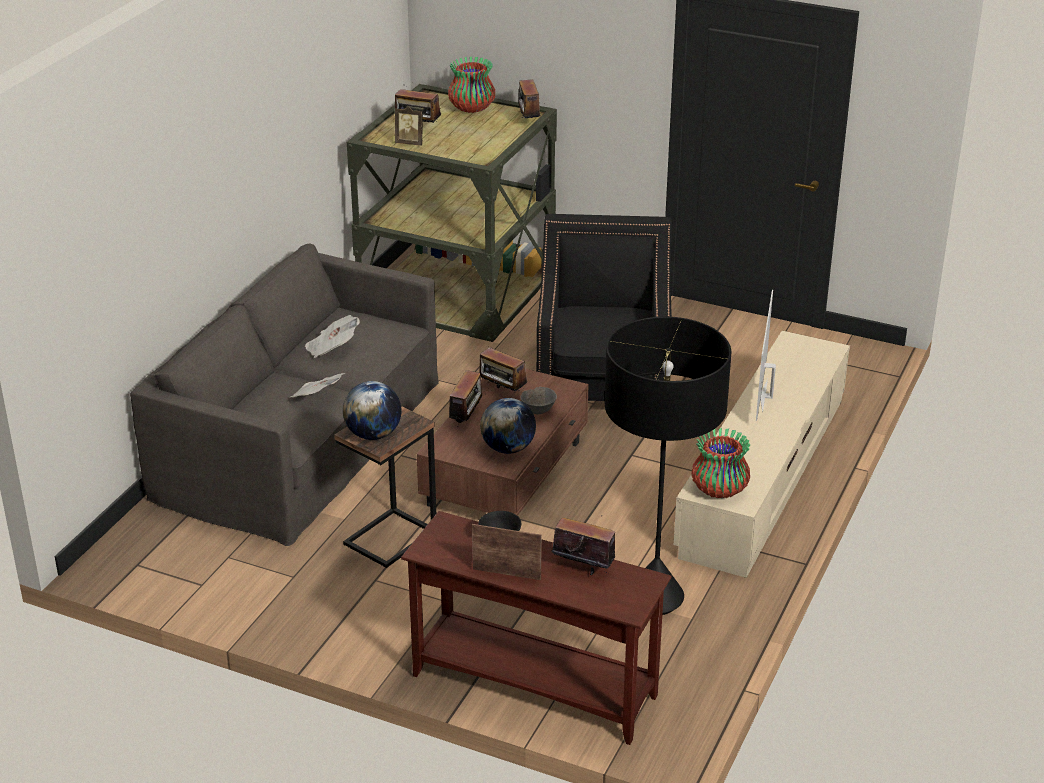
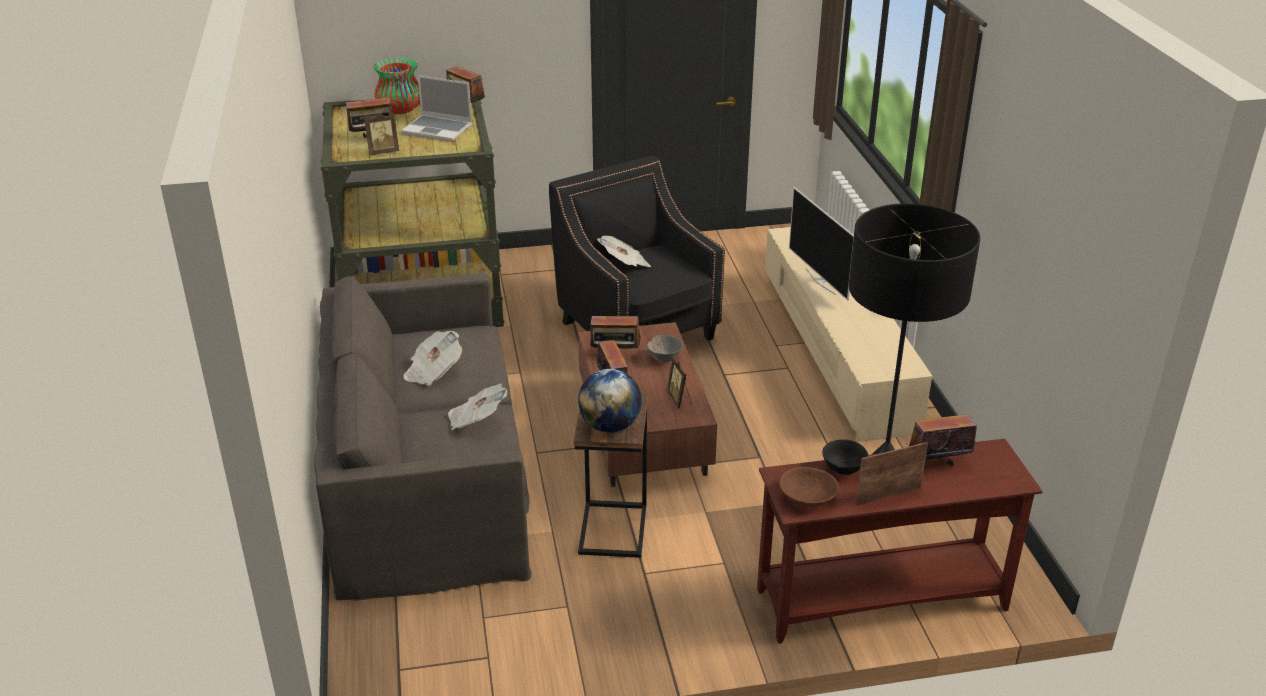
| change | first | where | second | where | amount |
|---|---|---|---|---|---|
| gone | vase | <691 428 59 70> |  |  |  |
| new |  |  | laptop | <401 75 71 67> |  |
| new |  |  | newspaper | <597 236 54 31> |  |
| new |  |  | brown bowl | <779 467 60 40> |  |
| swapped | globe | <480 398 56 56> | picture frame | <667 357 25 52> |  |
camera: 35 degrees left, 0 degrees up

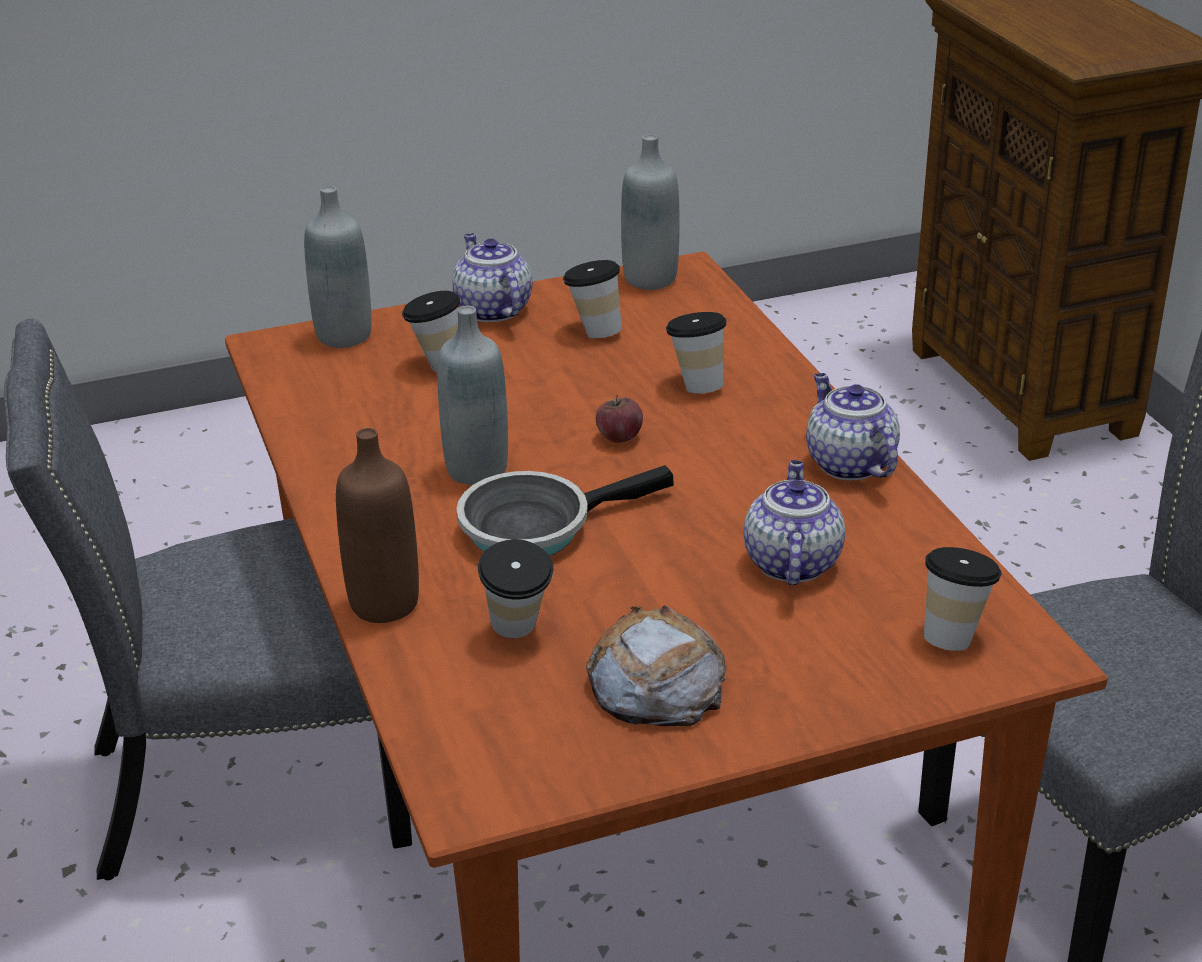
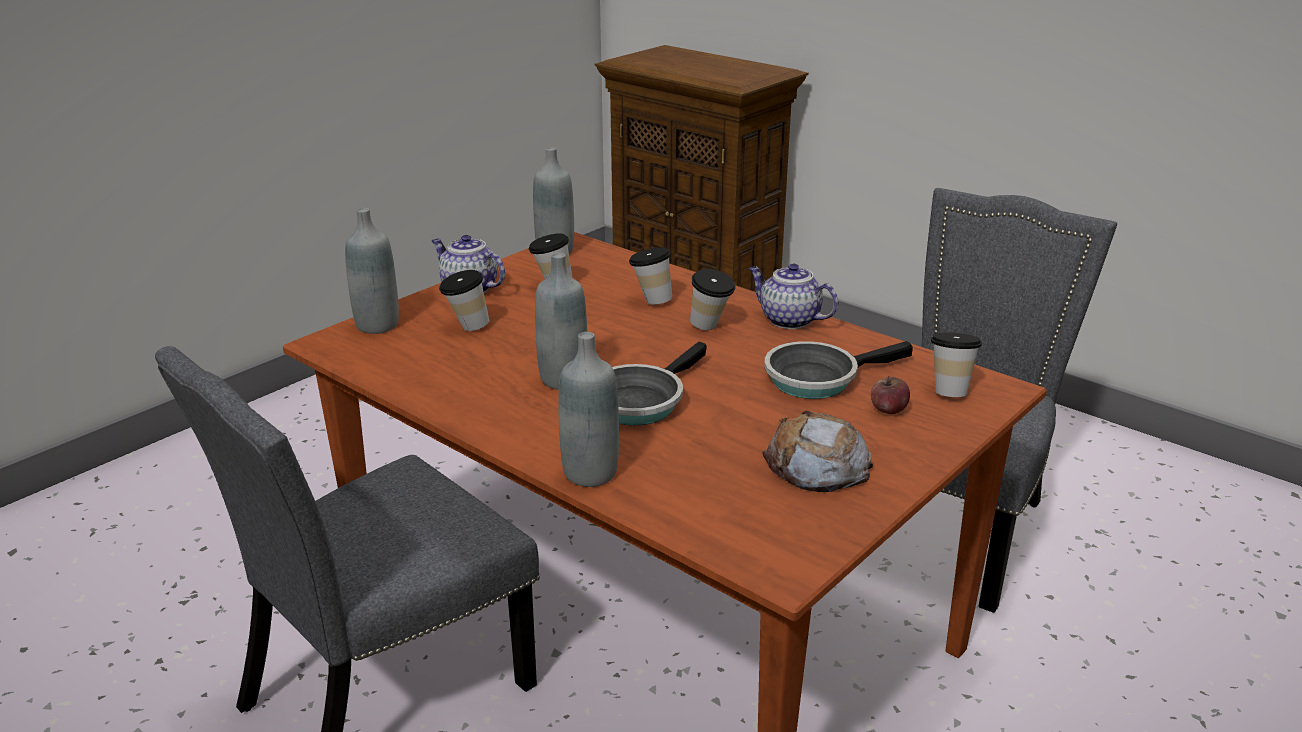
| change | first | where | second | where | amount |
|---|---|---|---|---|---|
| shifted | cup | <478 539 75 99> |  | <690 269 46 61> |  |
| shifted | apple | <596 395 47 48> |  | <871 376 39 38> |  |
| swapped | teapot | <743 460 102 125> | frying pan | <764 341 149 58> |  |
| repainted | brown bottle | <336 428 83 195> | grey bottle | <558 332 61 155> |  |
camera: 30 degrees left, 5 degrees down

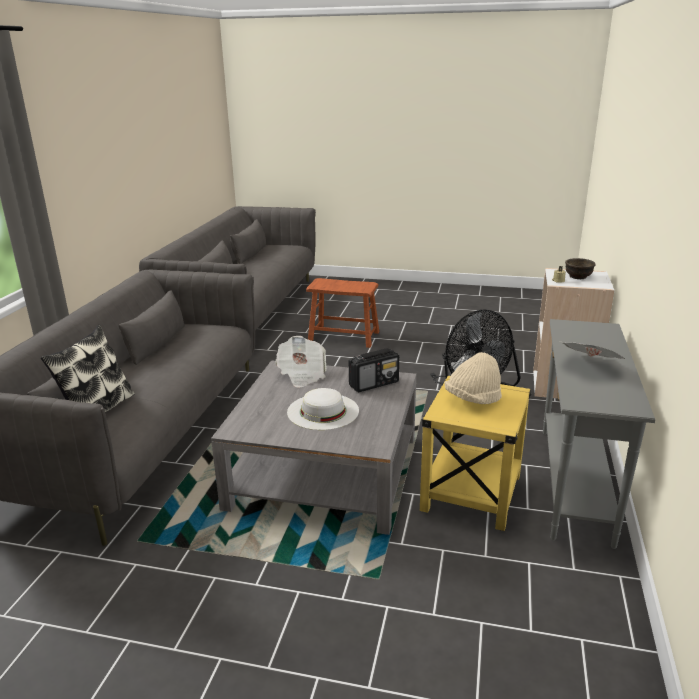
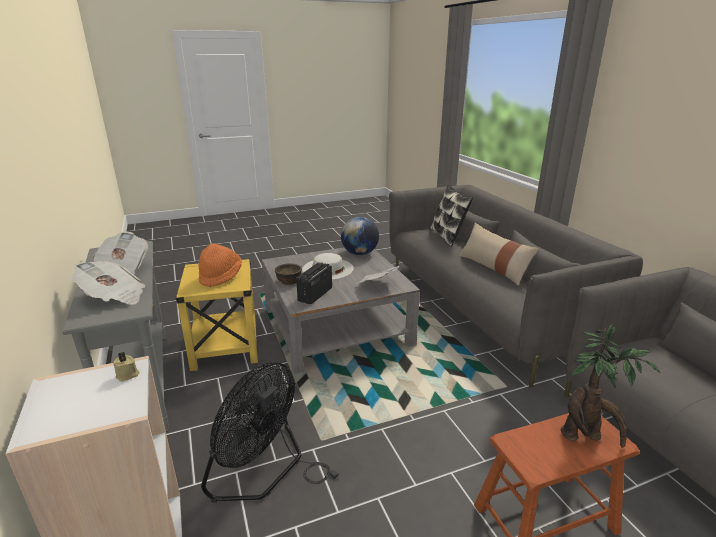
| change | first | where | second | where | amount |
|---|---|---|---|---|---|
| new |  |  | newspaper | <72 261 73 44> |  |
| new |  |  | globe | <341 217 38 38> |  |
| new |  |  | beige pillow | <459 223 80 63> |  |
| new |  |  | potted plant | <561 324 99 124> |  |
| shifted | brown bowl | <565 258 30 21> |  | <275 263 27 22> |  |
| repainted | beige hat | <444 352 58 52> | orange hat | <199 243 43 44> |  |
camera: 145 degrees right, 0 degrees up

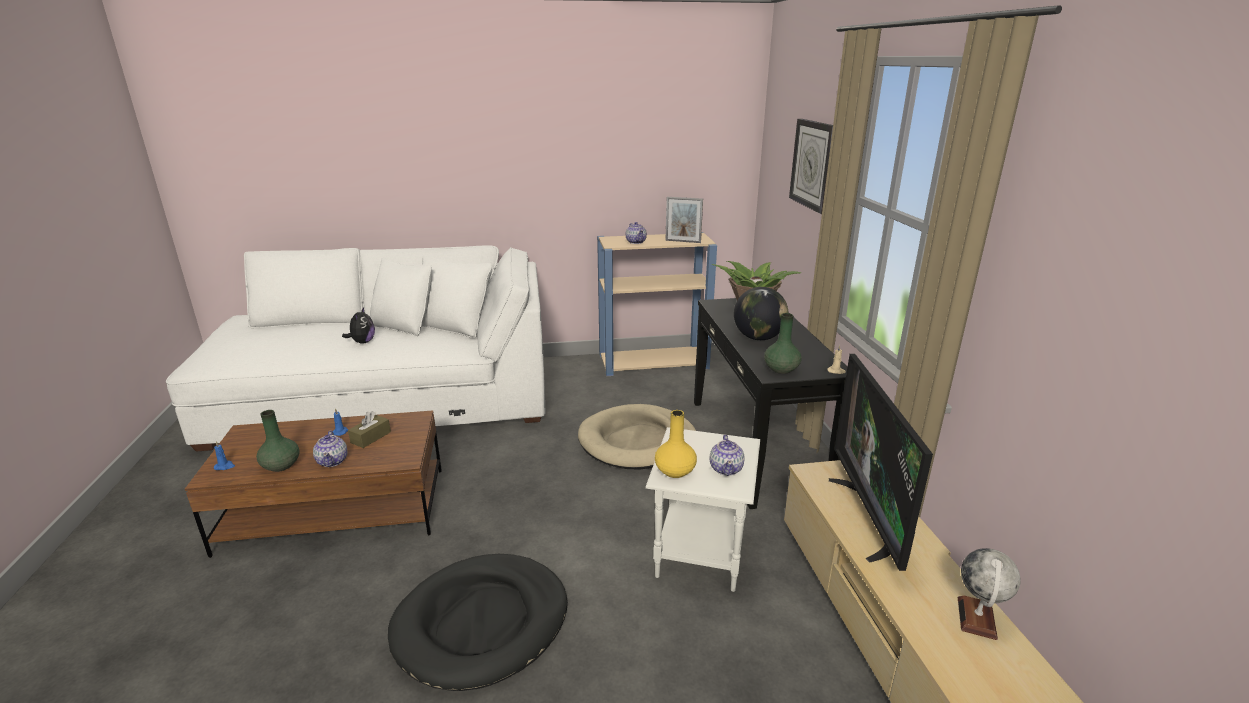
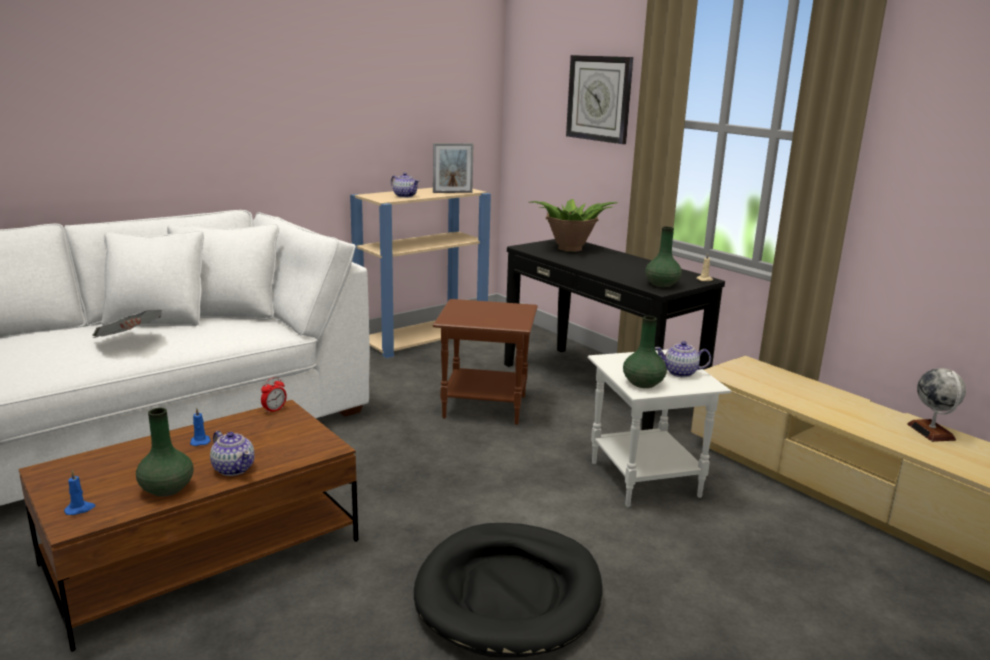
| change | first | where | second | where | amount |
|---|---|---|---|---|---|
| gone | brown tissue box | <348 411 43 37> |  |  |  |
| gone | globe | <734 287 54 53> |  |  |  |
| gone | television | <829 354 104 217> |  |  |  |
| new |  |  | alarm clock | <261 377 26 37> |  |
| swapped | plush toy | <342 307 33 37> | newspaper | <92 310 70 28> |  |
| swapped | beige dog bed | <578 404 118 65> | brown side table | <433 299 105 126> |  |
| repainted | yellow vase | <655 410 42 68> | green vase | <623 316 44 72> |  |
| rotated | teapot | <709 435 36 41> |  | <655 341 56 36> | 120 degrees clockwise |
camera: 30 degrees left, 5 degrees down

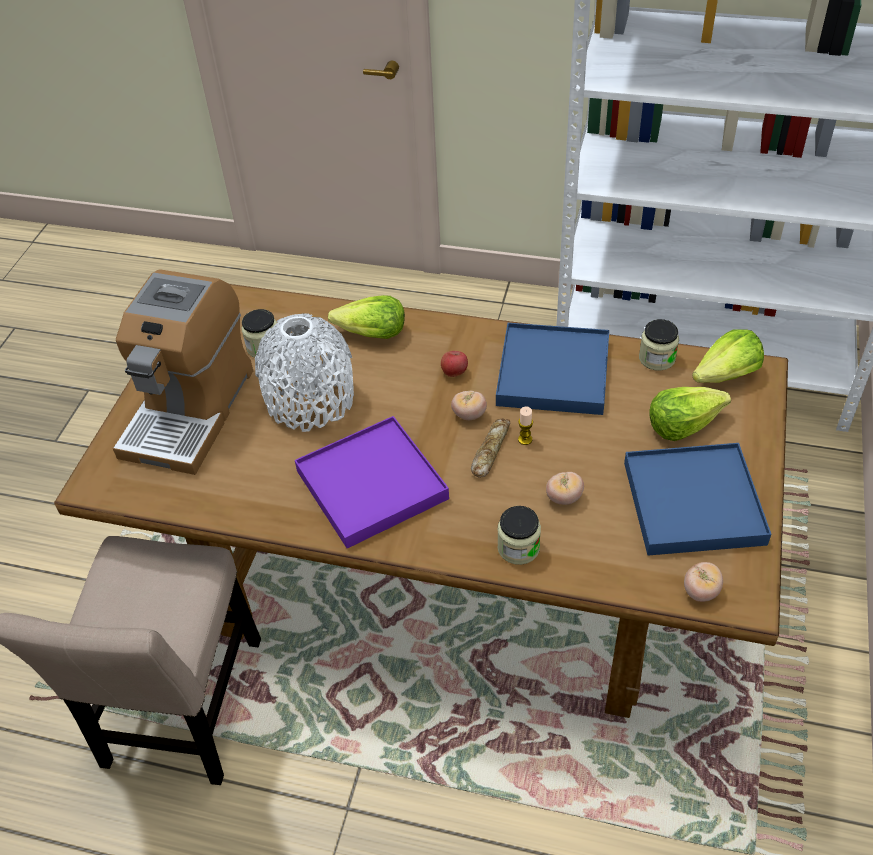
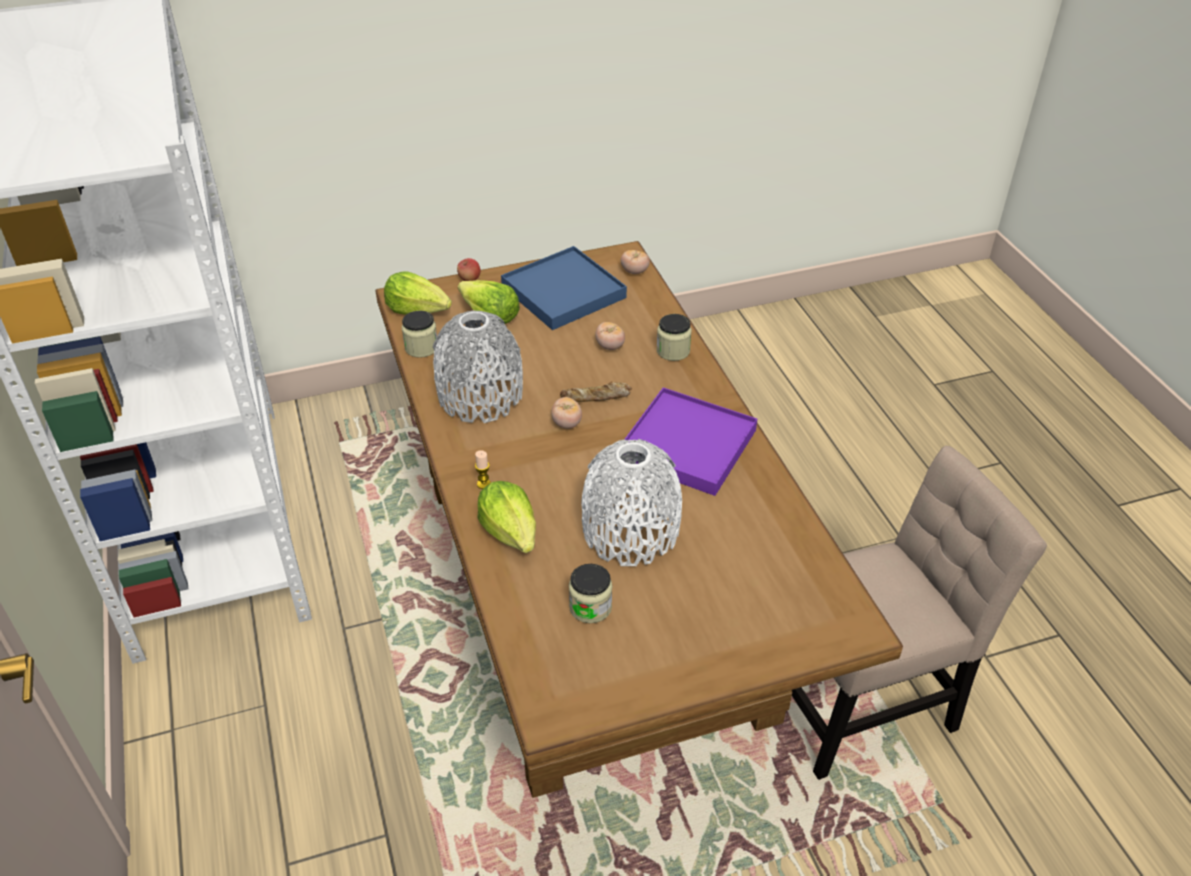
| change | first | where | second | where | amount |
|---|---|---|---|---|---|
| gone | coffee machine | <113 269 140 206> |  |  |  |
| shifted | apple | <441 351 27 26> |  | <457 258 24 23> |  |
| shifted | candle | <518 406 15 39> |  | <475 450 16 39> |  |
| swapped | blue tray | <496 323 113 92> | grey vase | <433 310 90 113> |  |
camera: 125 degrees left, 5 degrees down

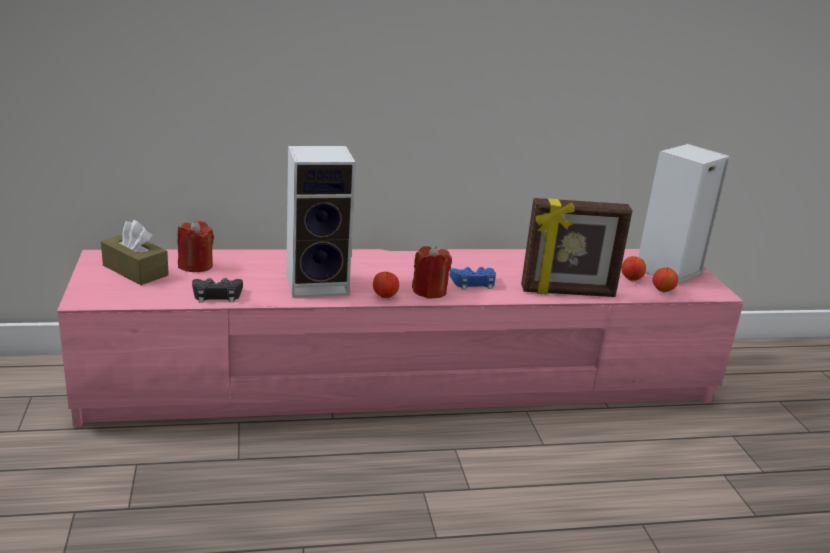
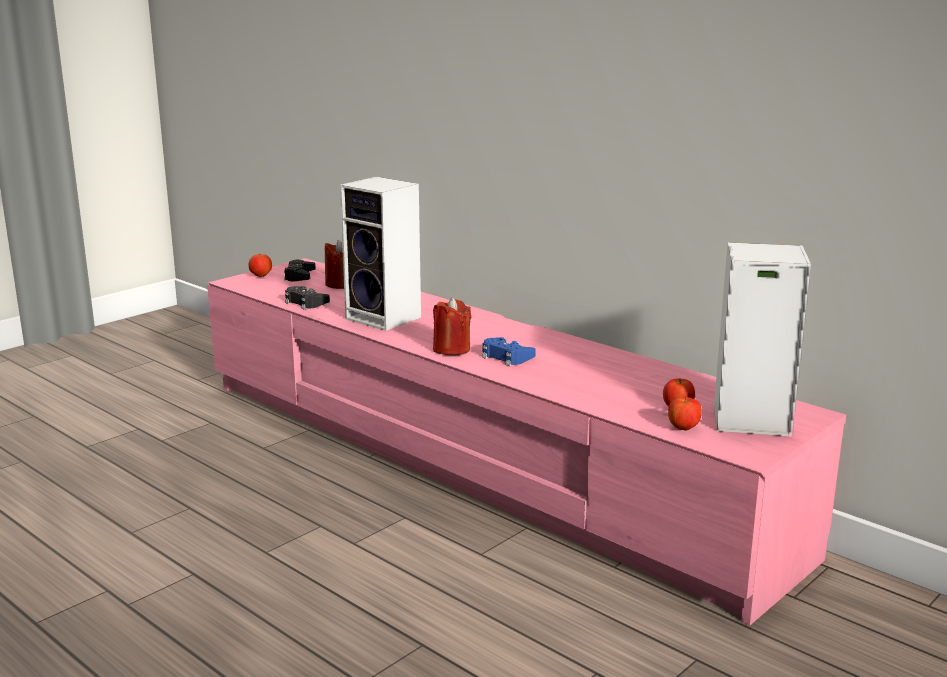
| change | first | where | second | where | amount |
|---|---|---|---|---|---|
| gone | picture frame | <521 198 111 99> |  |  |  |
| shifted | apple | <373 272 26 26> |  | <249 254 23 23> |  |
| swapped | brown tissue box | <101 220 68 65> | black game controller | <284 259 32 22> |  |
camera: 55 degrees right, 5 degrees down

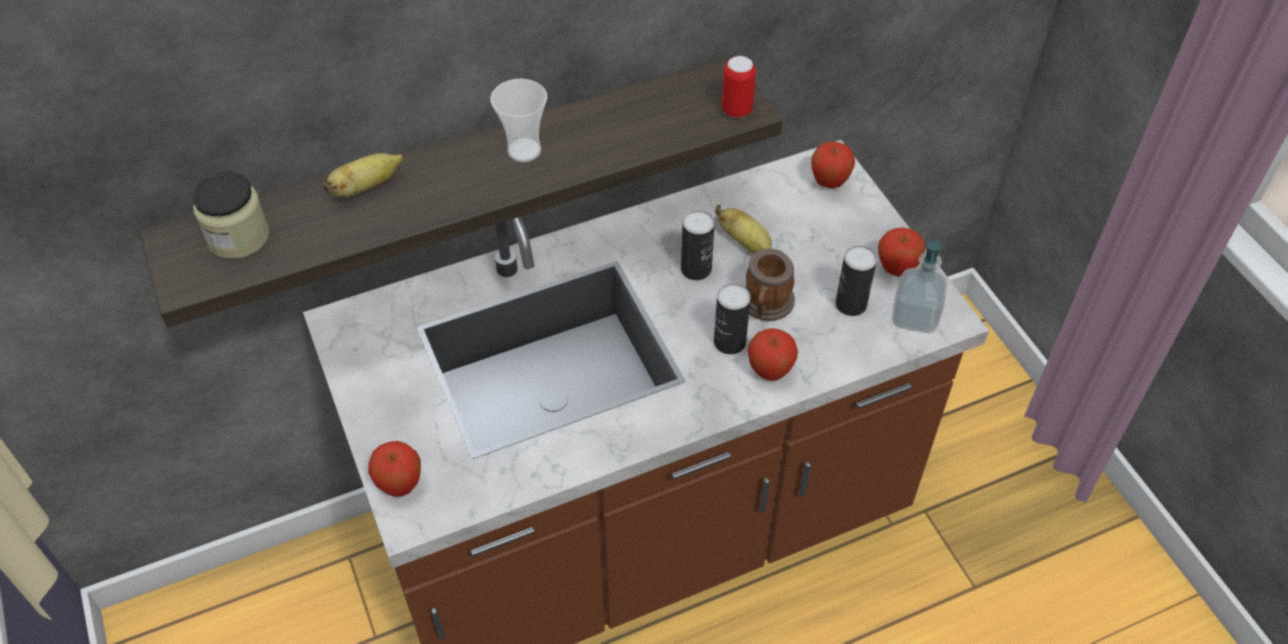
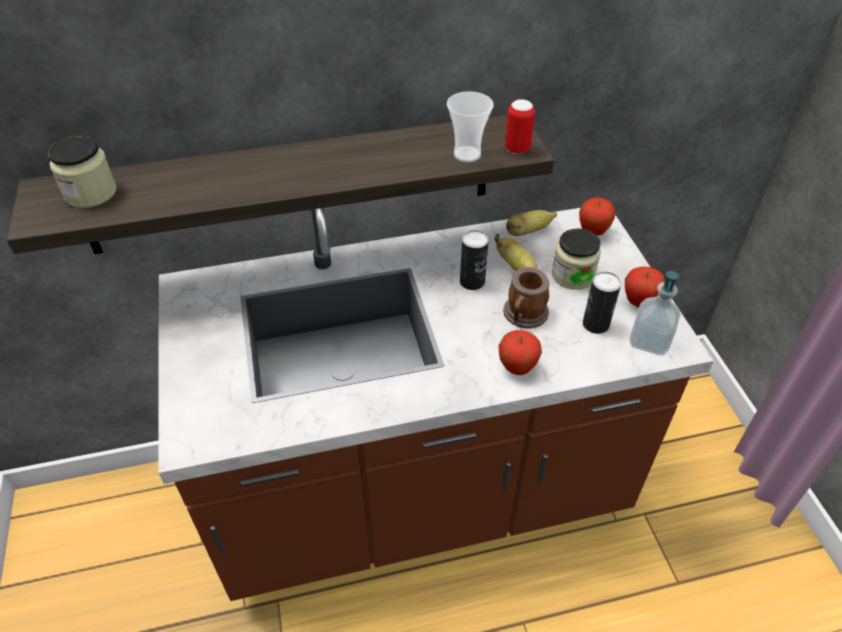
| change | first | where | second | where | amount |
|---|---|---|---|---|---|
| gone | apple | <368 441 53 56> |  |  |  |
| gone | can | <714 283 37 71> |  |  |  |
| new |  |  | jar | <552 228 49 62> |  |
| shifted | banana | <323 153 80 45> |  | <506 210 51 26> |  |
| shifted | cup | <491 79 56 83> |  | <447 91 47 71> |  |
camera: 10 degrees right, 5 degrees down

